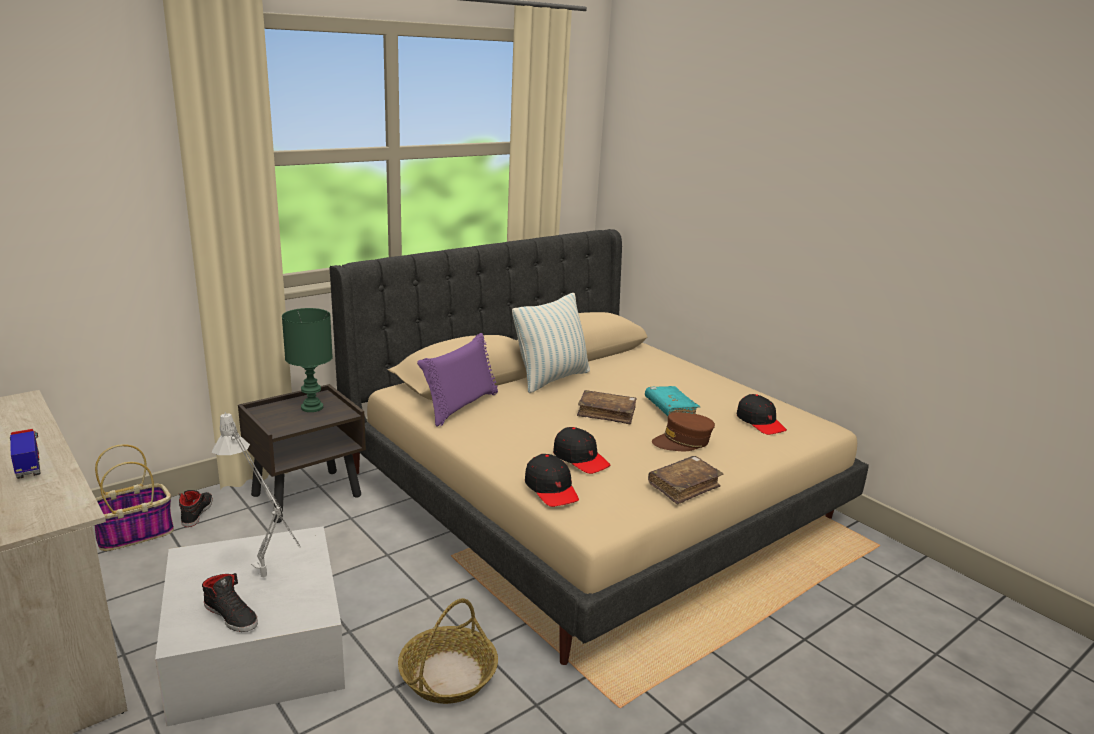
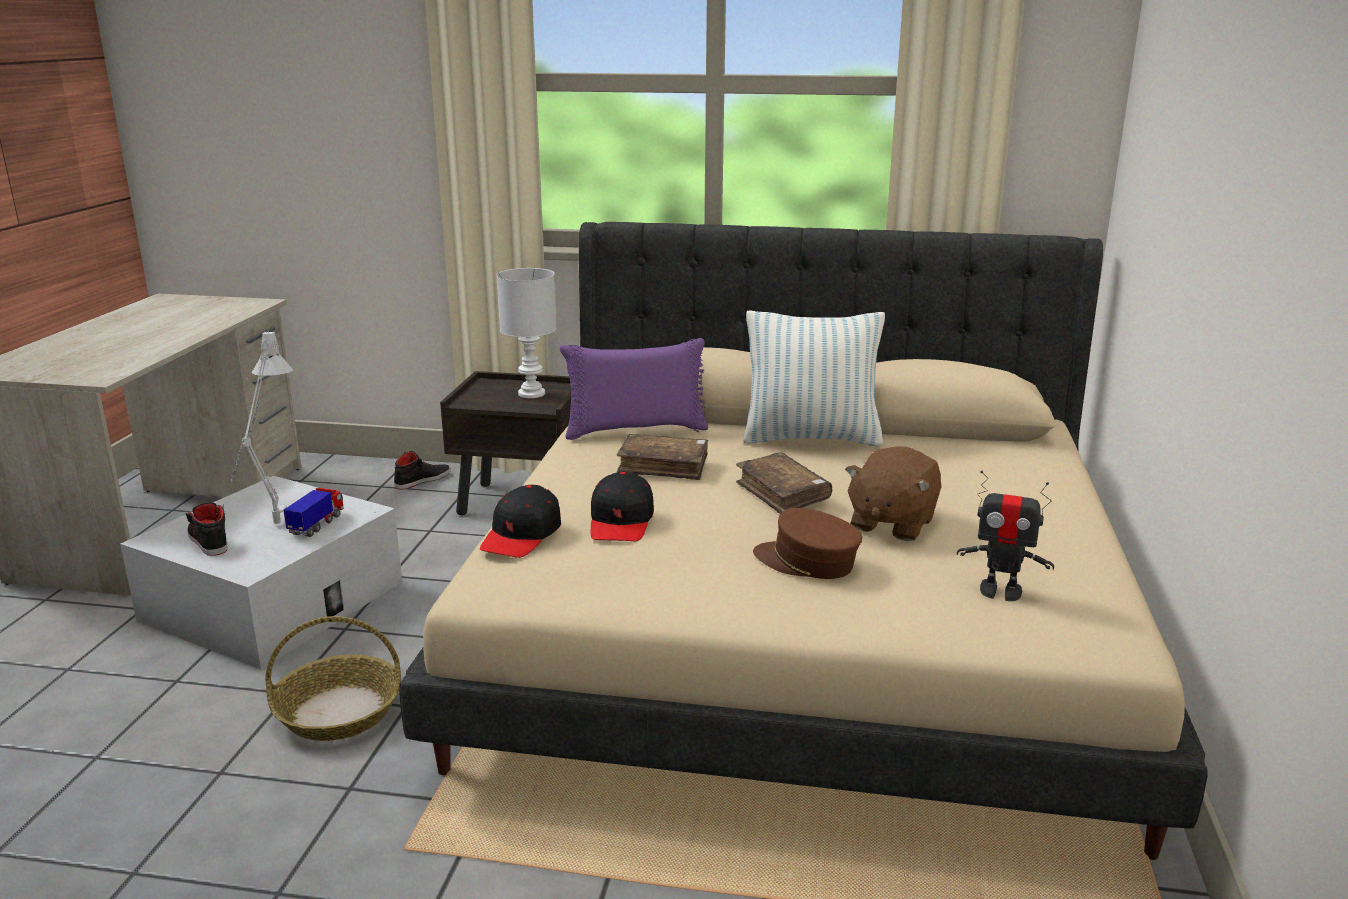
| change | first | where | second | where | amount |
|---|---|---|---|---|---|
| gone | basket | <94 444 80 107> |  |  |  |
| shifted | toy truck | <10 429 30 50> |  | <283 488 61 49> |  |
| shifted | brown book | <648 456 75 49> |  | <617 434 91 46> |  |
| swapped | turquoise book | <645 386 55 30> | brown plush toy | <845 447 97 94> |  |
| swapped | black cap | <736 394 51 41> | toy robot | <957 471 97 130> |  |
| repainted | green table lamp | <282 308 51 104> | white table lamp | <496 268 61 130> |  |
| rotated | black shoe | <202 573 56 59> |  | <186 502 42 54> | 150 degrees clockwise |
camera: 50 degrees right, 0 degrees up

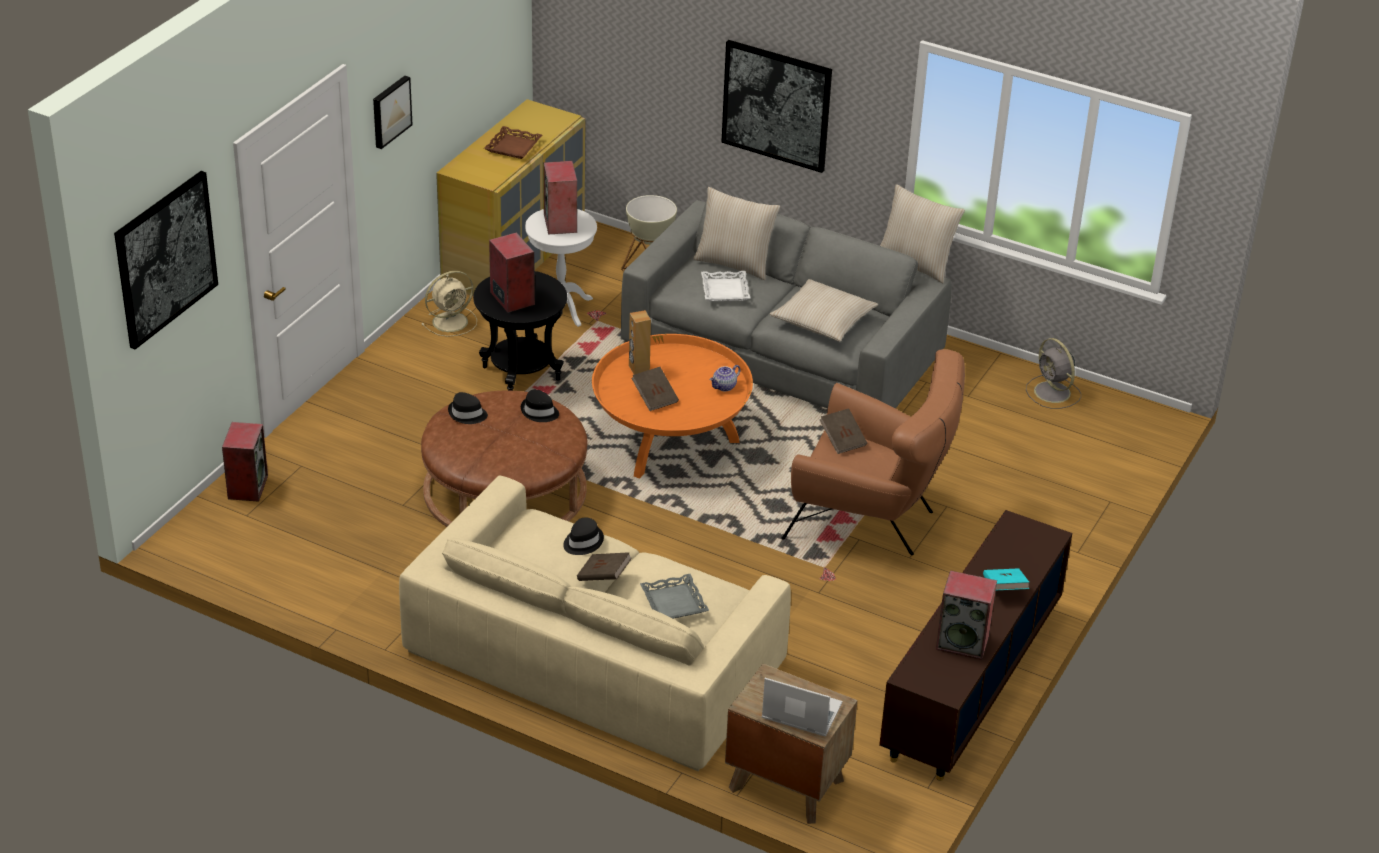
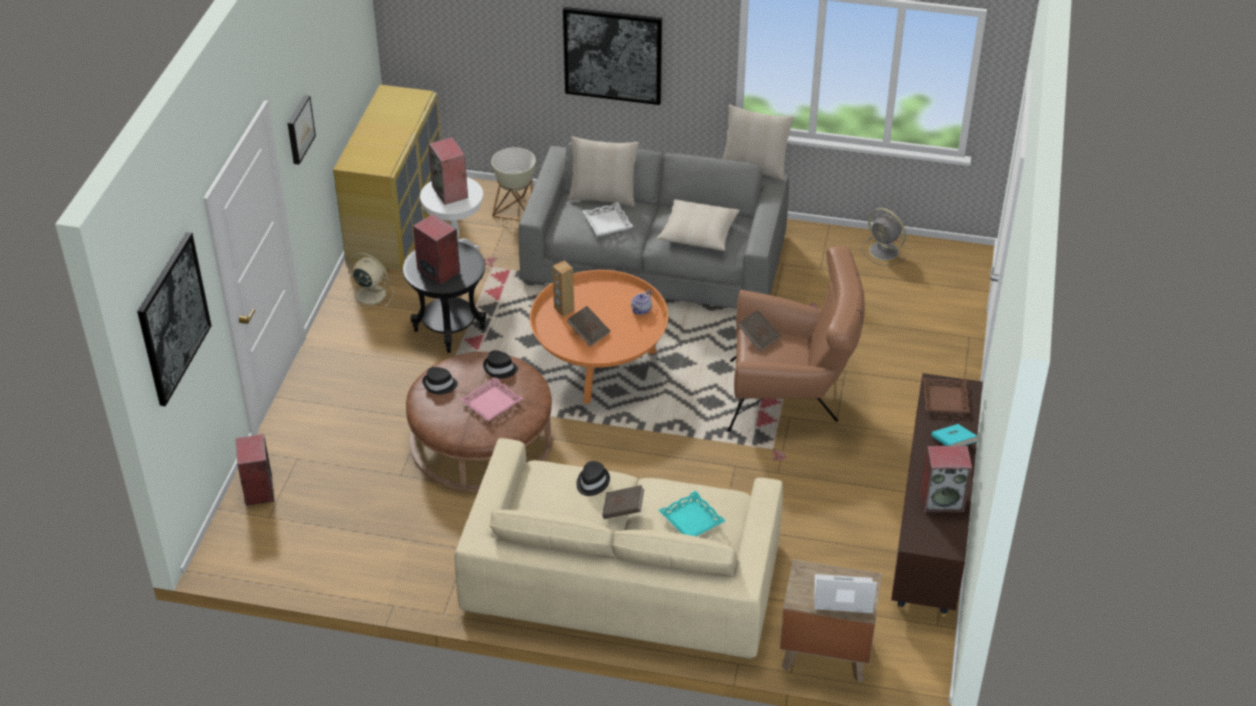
| change | first | where | second | where | amount |
|---|---|---|---|---|---|
| new |  |  | pink tray | <460 377 63 44> |  |
| shifted | brown tray | <484 126 58 33> |  | <923 378 47 35> |  |
| repainted | grey tray | <640 574 69 45> | turquoise tray | <659 491 66 45> |  |
| rotated | beige fan | <421 271 56 66> |  | <346 252 48 56> | 105 degrees counterclockwise |
camera: 15 degrees left, 5 degrees up

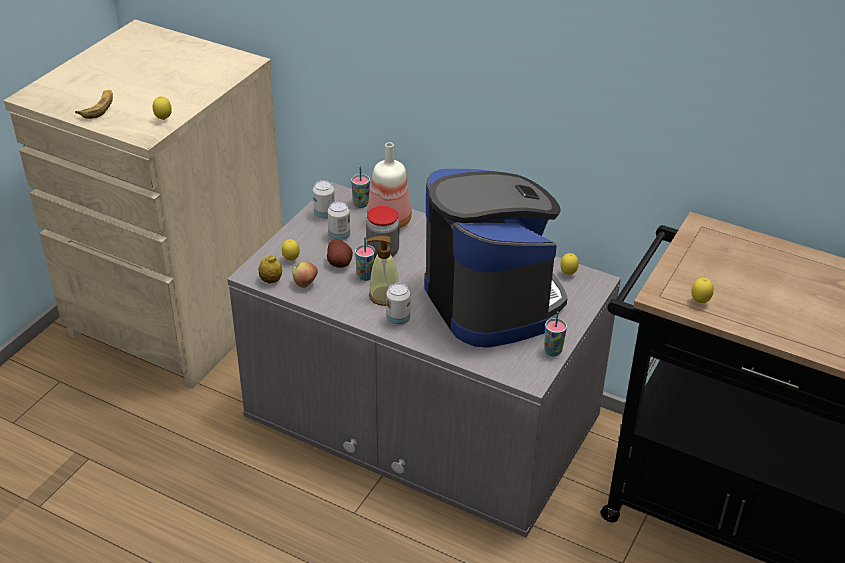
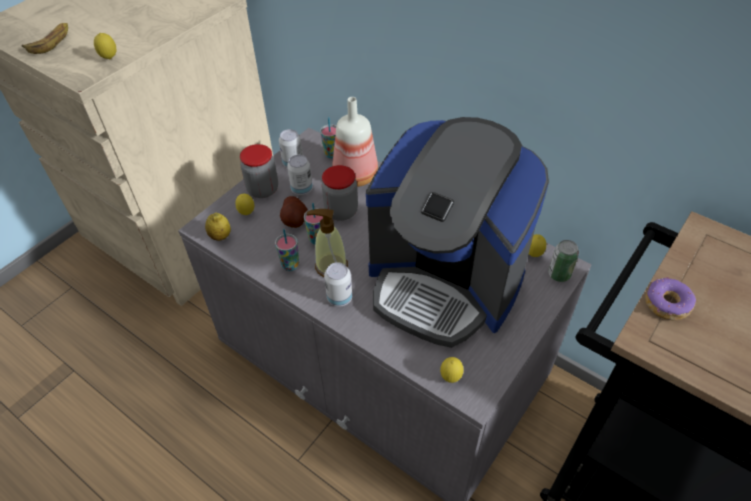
| change | first | where | second | where | amount |
|---|---|---|---|---|---|
| gone | apple | <293 261 25 27> |  |  |  |
| new |  |  | jar | <240 144 38 54> |  |
| new |  |  | can | <548 240 31 42> |  |
| new |  |  | donut | <645 277 51 44> |  |
| shifted | cup | <544 311 23 45> |  | <275 229 24 42> |  |
| shifted | lemon | <691 278 23 25> |  | <440 357 24 26> |  |
| rotated | coffee machine | <425 169 142 179> |  | <366 117 183 231> | 135 degrees clockwise |
camera: 10 degrees right, 10 degrees up

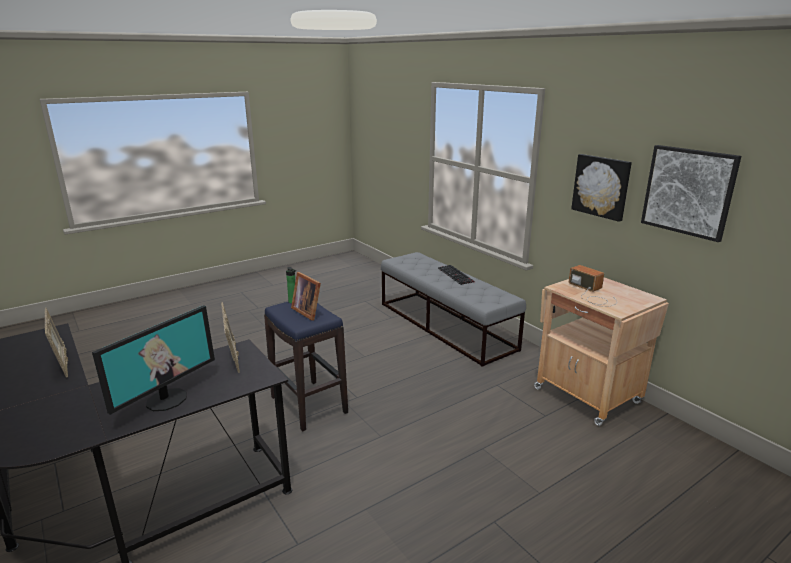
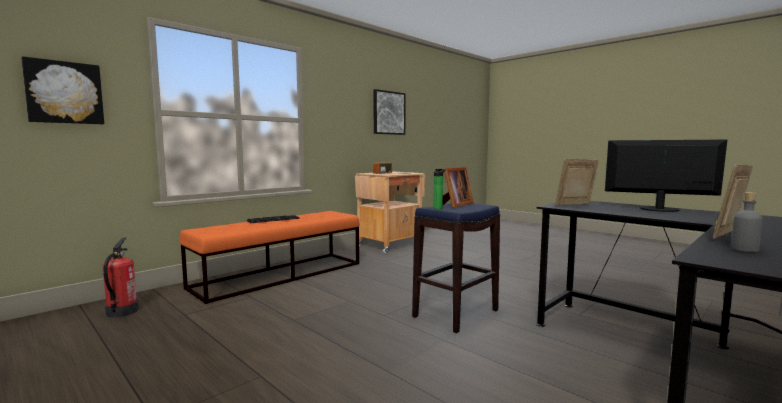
| change | first | where | second | where | amount |
|---|---|---|---|---|---|
| new |  |  | fire extinguisher | <103 237 35 81> |  |
| new |  |  | grey bottle | <731 192 32 60> |  |
| shifted | picture | <571 154 61 68> |  | <21 56 83 68> |  |
| repainted | grey bench | <381 252 145 115> | orange bench | <179 211 181 93> |  |
camera: 100 degrees left, 15 degrees down

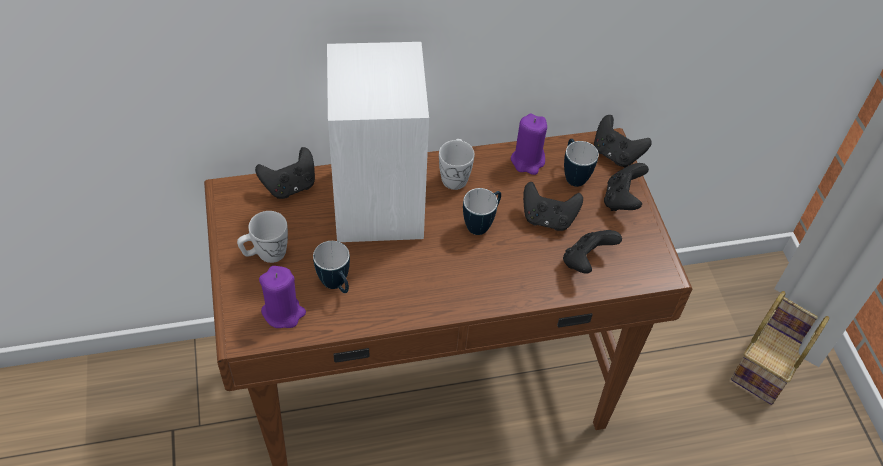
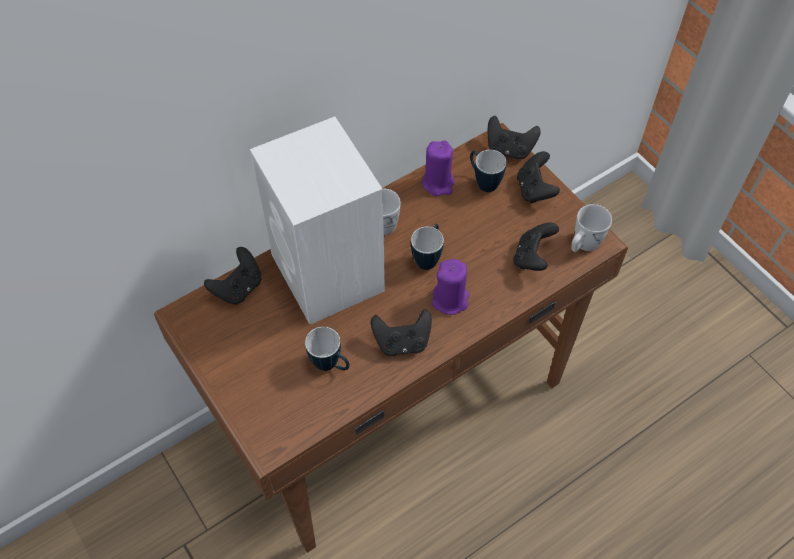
| change | first | where | second | where | amount |
|---|---|---|---|---|---|
| gone | basket | <731 291 98 114> |  |  |  |
| shifted | white mug | <237 211 51 52> |  | <571 204 41 48> |  |
| shifted | purple candle | <259 266 47 62> |  | <431 259 38 56> |  |
| shifted | black game controller | <523 182 60 49> |  | <371 309 61 47> |  |
camera: 20 degrees left, 5 degrees up

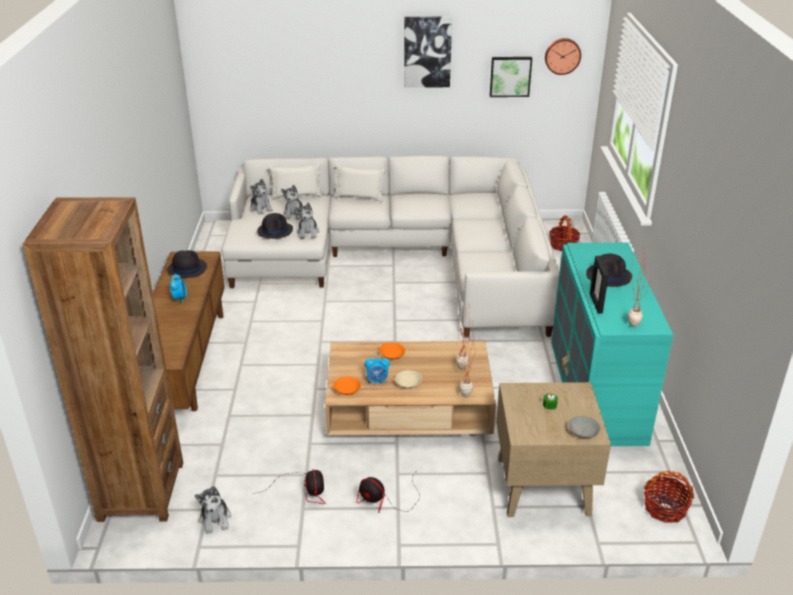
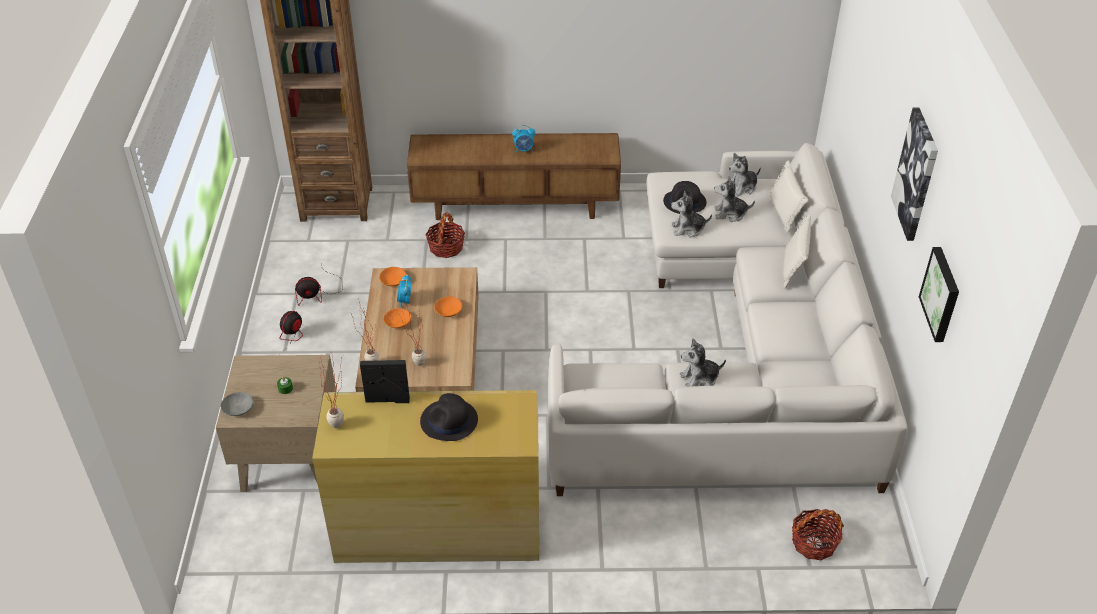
| change | first | where | second | where | amount |
|---|---|---|---|---|---|
| gone | black hat | <167 250 40 28> |  |  |  |
| gone | wall clock | <545 38 36 37> |  |  |  |
| shifted | plush toy | <194 486 37 48> |  | <680 338 46 49> |  |
| shifted | basket | <644 471 50 52> |  | <425 212 40 46> |  |
| repainted | beige bowl | <395 370 27 19> | orange bowl | <383 308 29 20> |  |
| repainted | turquoise cabinet | <551 242 122 204> | yellow cabinet | <312 390 227 173> |  |
camera: 90 degrees right, 10 degrees up

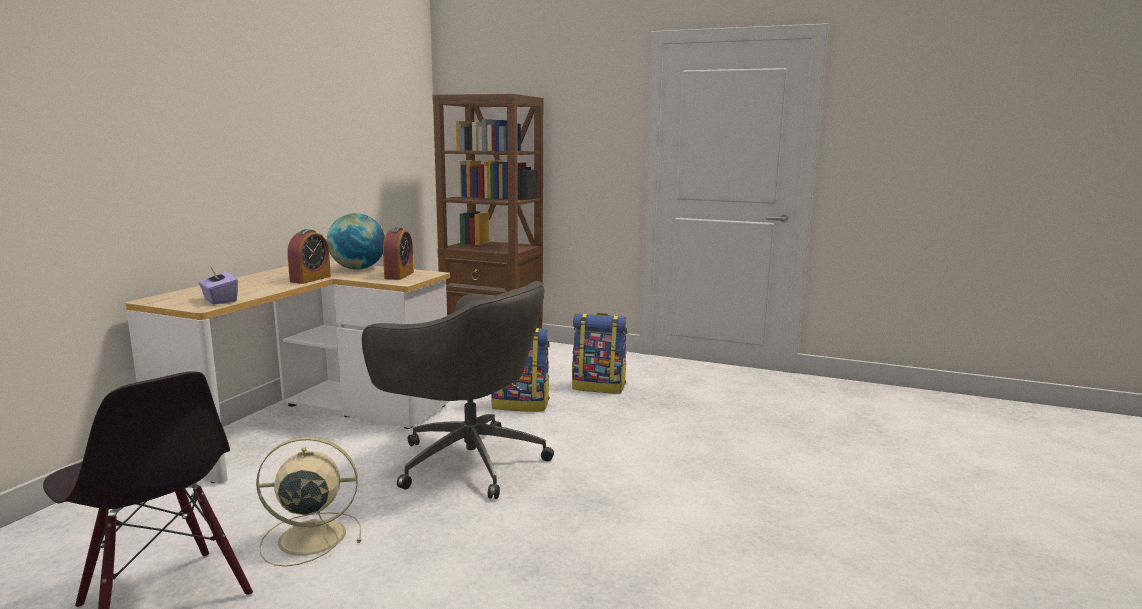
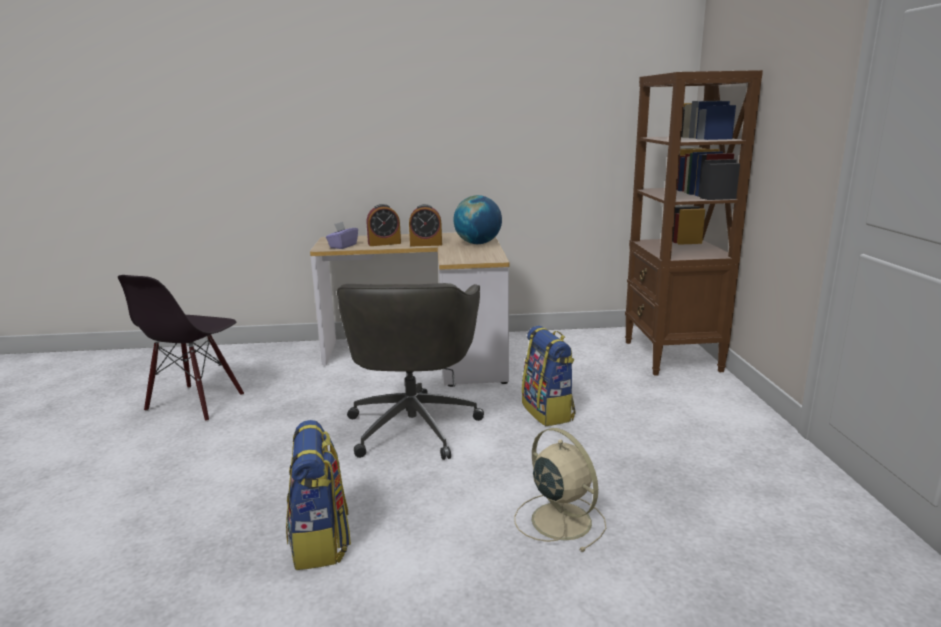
| change | first | where | second | where | amount |
|---|---|---|---|---|---|
| shifted | beige fan | <256 437 105 130> |  | <514 428 92 124> |  |
| shifted | alarm clock | <383 227 31 53> |  | <366 204 35 42> |  |
| shifted | backpack | <572 313 56 81> |  | <286 420 65 150> |  |
camera: 65 degrees right, 5 degrees up

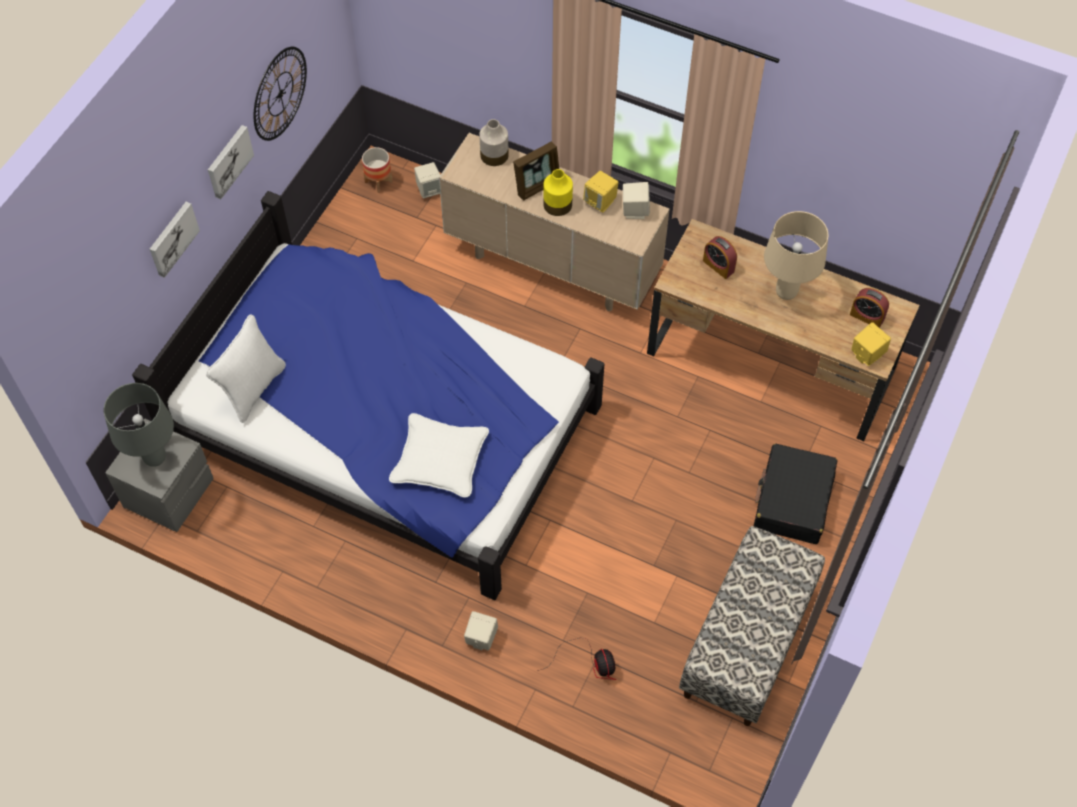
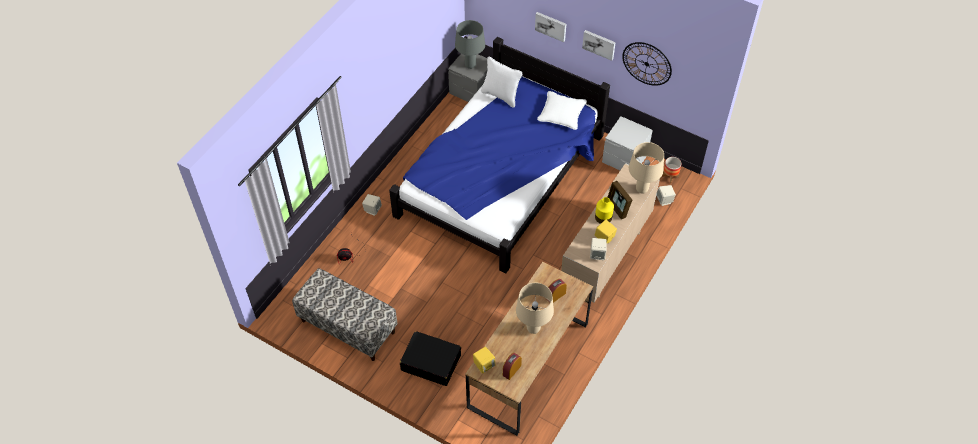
| change | first | where | second | where | amount |
|---|---|---|---|---|---|
| new |  |  | white nightstand | <602 116 51 54> |  |
| shifted | white pillow | <389 413 100 85> |  | <537 91 50 39> |  |
| swapped | beige vase | <479 119 30 47> | beige table lamp | <629 142 35 51> |  |
camera: 95 degrees right, 5 degrees down

